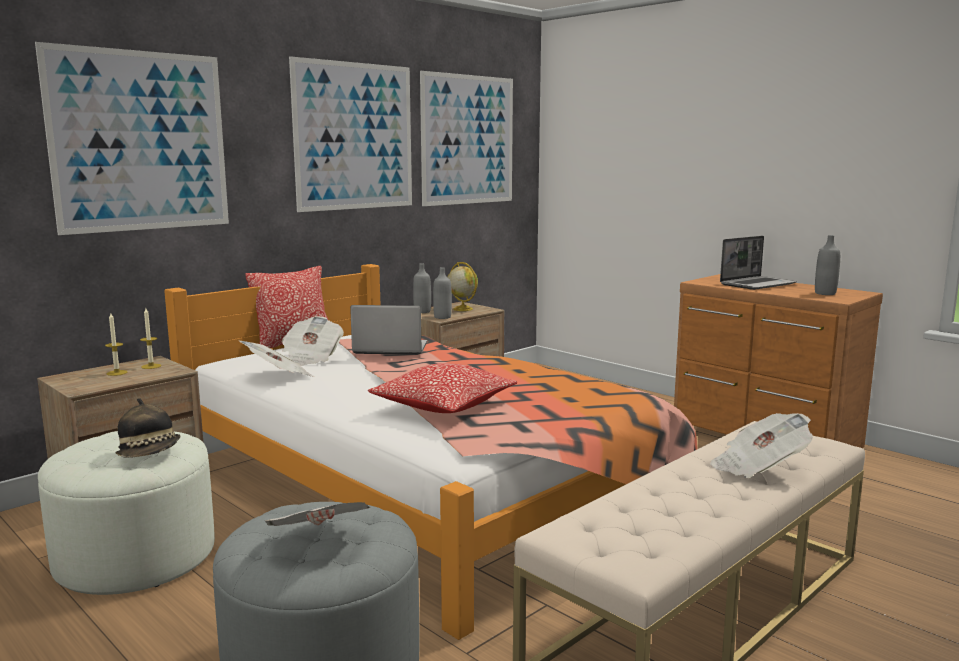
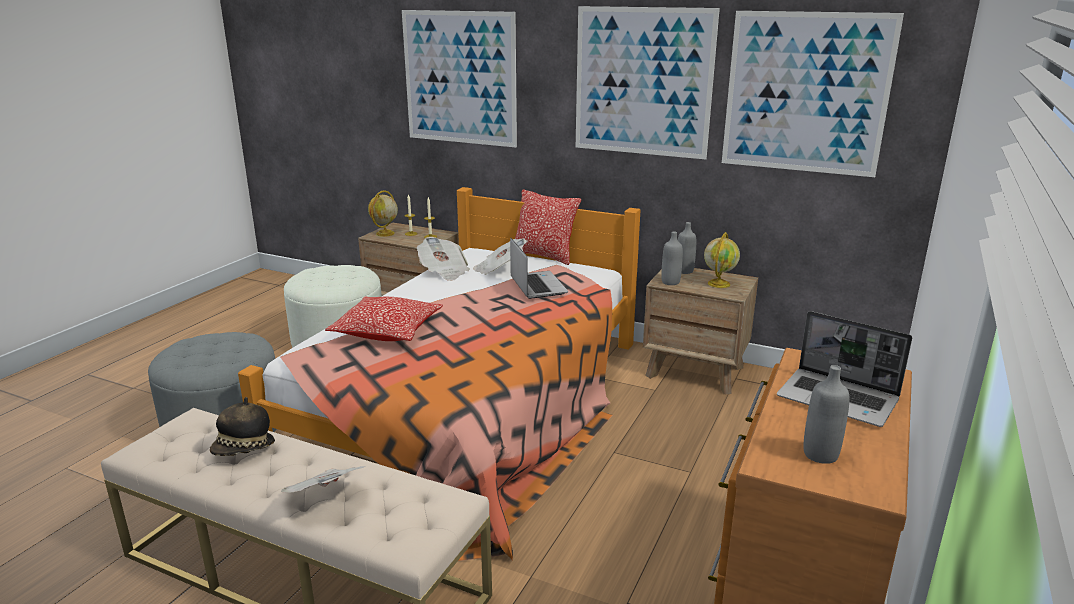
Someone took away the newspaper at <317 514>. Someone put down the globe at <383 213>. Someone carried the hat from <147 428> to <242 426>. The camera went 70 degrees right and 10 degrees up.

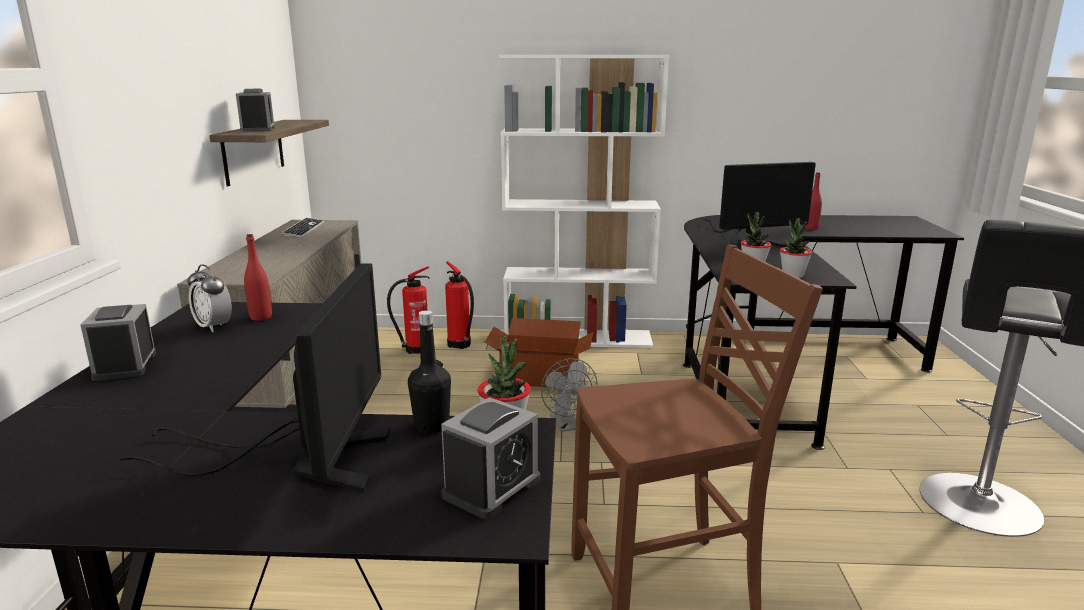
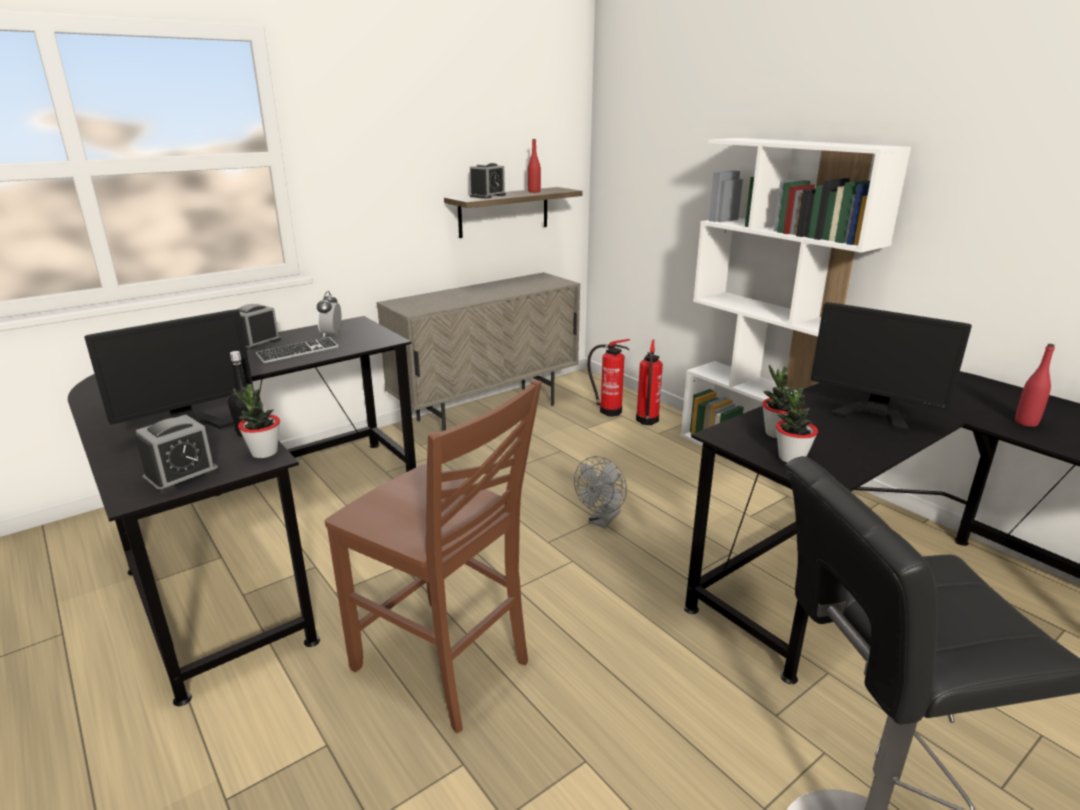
Someone took away the cardboard_box at <539 353>. Someone carried the red_bottle from <258 277> to <534 166>. Someone carried the keyboard from <303 227> to <297 350>. Someone rotated the alarm_clock at <490 458> by 45 degrees counterclockwise. The camera went 50 degrees right and 5 degrees up.

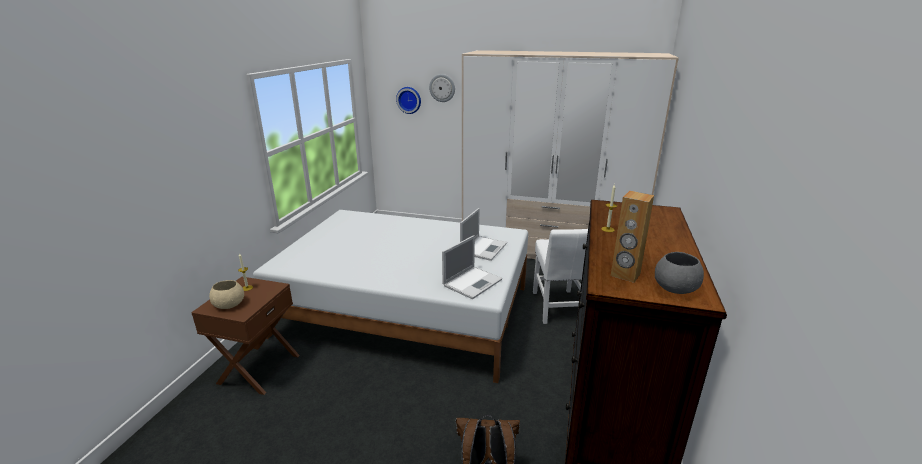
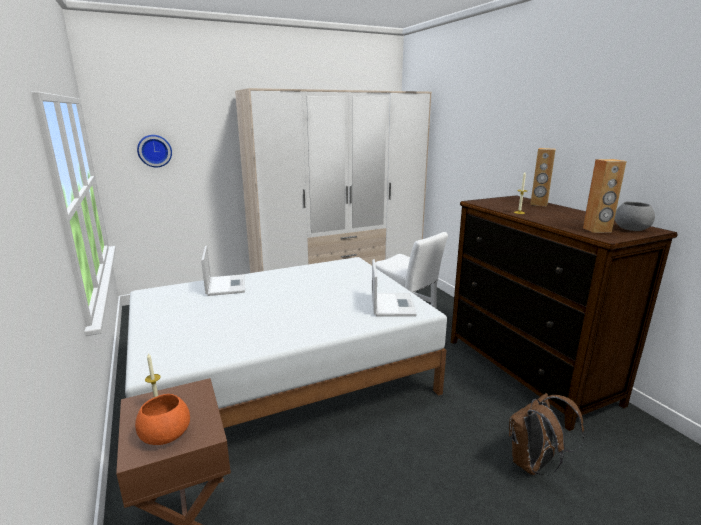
Someone took away the wall_clock at <442 88>. Someone put down the brown_speaker at <542 177>. Someone carried the laptop from <483 234> to <223 271>. Someone repainted the beige_bowl at <226 294>, which became the orange_bowl at <162 419>. The camera went 40 degrees left and 5 degrees down.

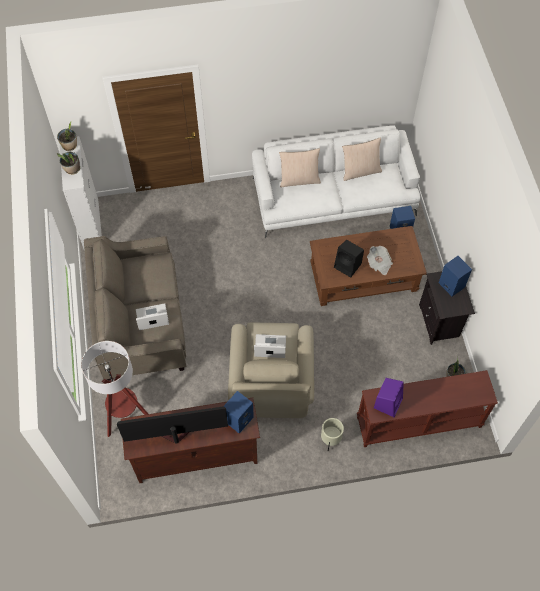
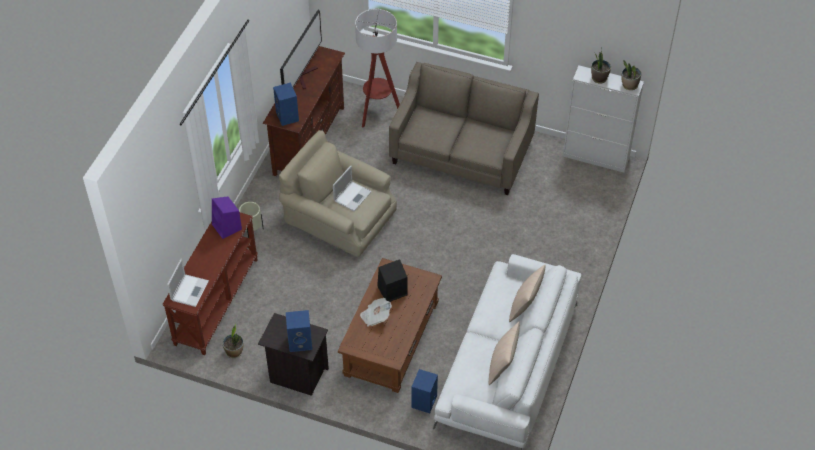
Someone carried the laptop from <152 316> to <188 283>. The camera went 120 degrees right and 10 degrees down.

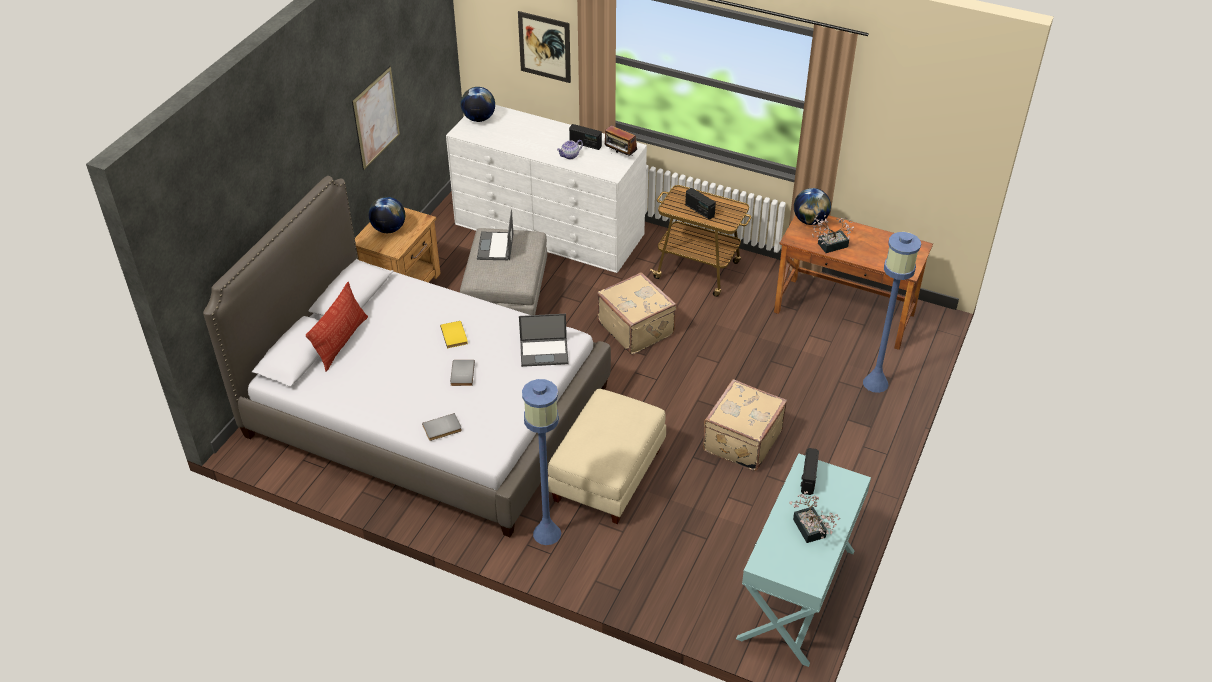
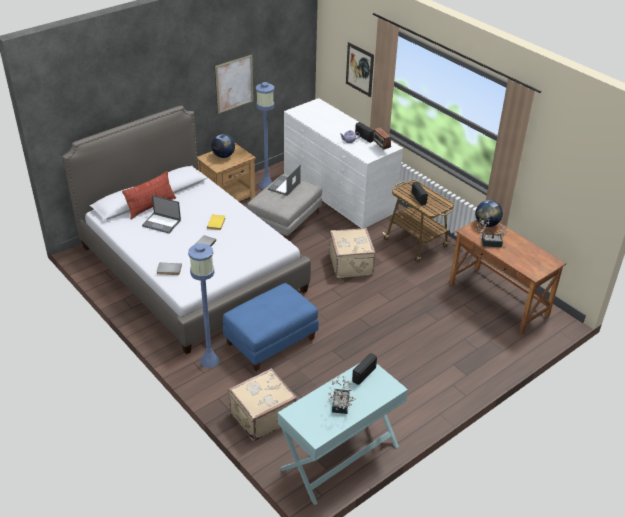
Someone took away the globe at <478 104>. Someone carried the laptop from <544 340> to <161 214>. Someone carried the beige_suitcase from <745 425> to <262 404>. Someone carried the blue_floor_lamp from <892 312> to <265 135>. Someone repainted the beige_ottoman at <607 456>, which became the blue_ottoman at <271 327>. The camera went 25 degrees right and 5 degrees down.

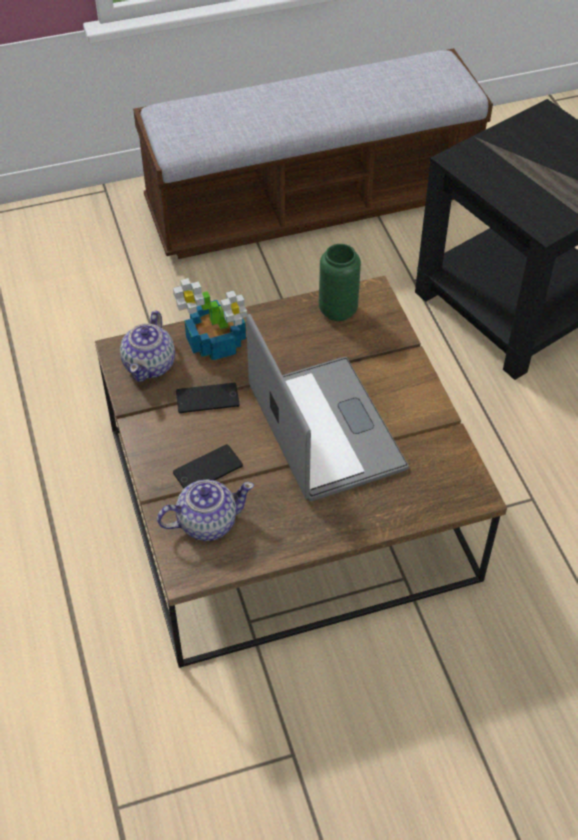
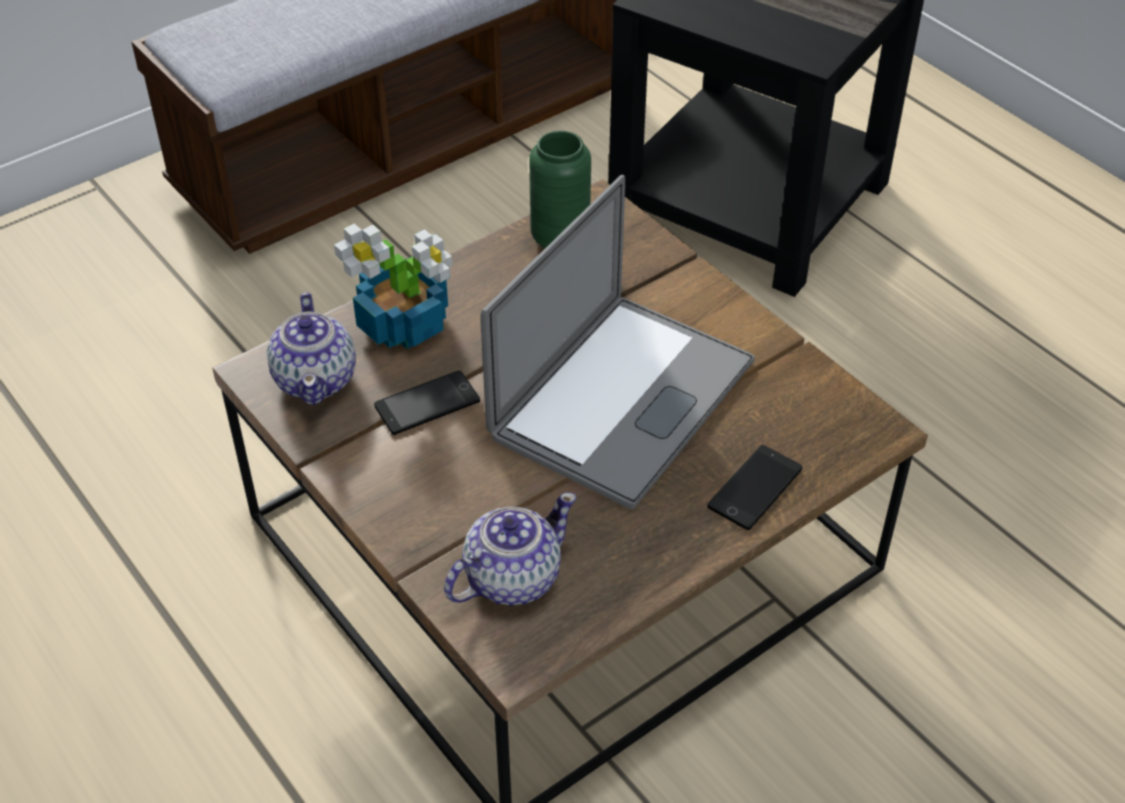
Someone carried the phone from <208 466> to <754 487>. Someone rotated the laptop at <327 407> by 75 degrees clockwise. The camera went 20 degrees left and 5 degrees down.

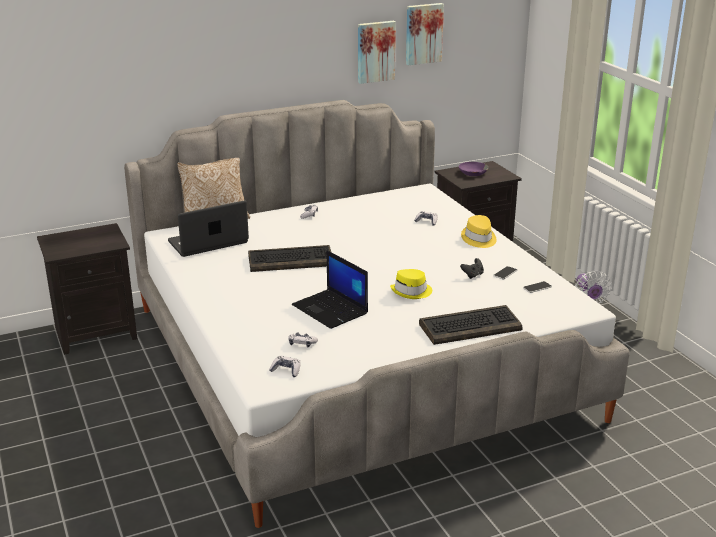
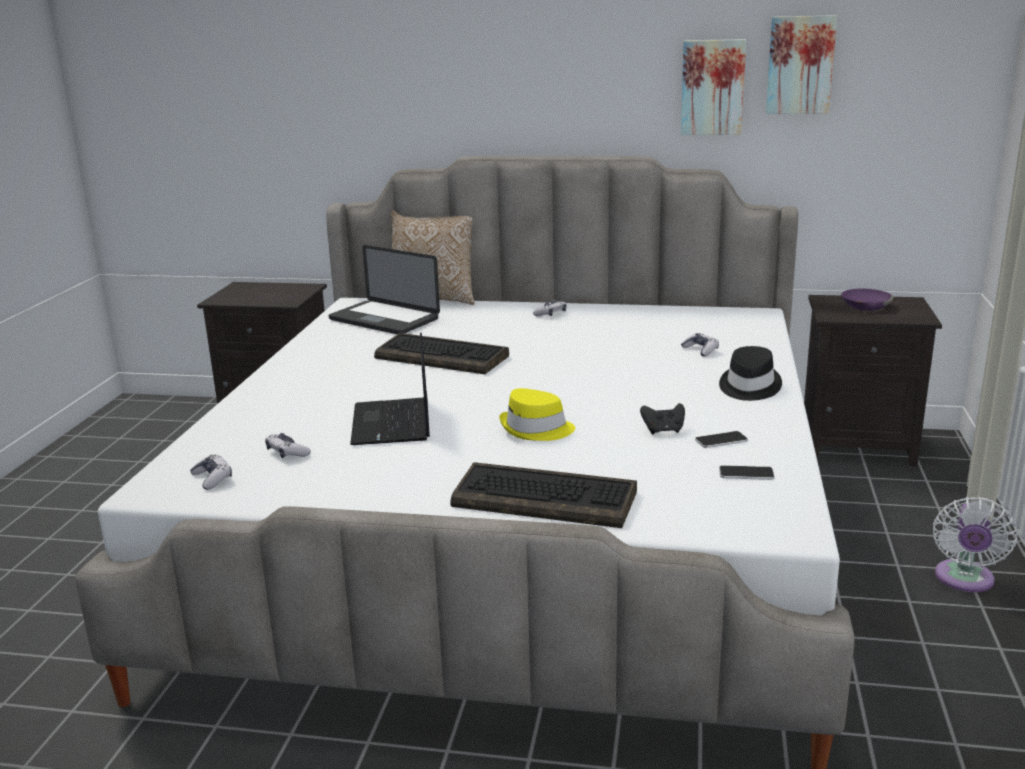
Someone repainted the yellow_hat at <479 231>, which became the black_hat at <750 373>. Someone rotated the laptop at <208 229> by 150 degrees counterclockwise. The camera went 35 degrees right and 5 degrees down.

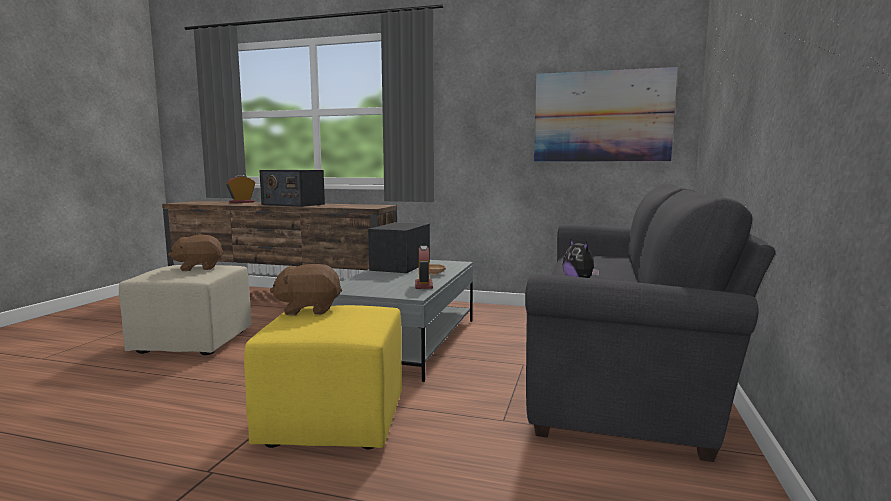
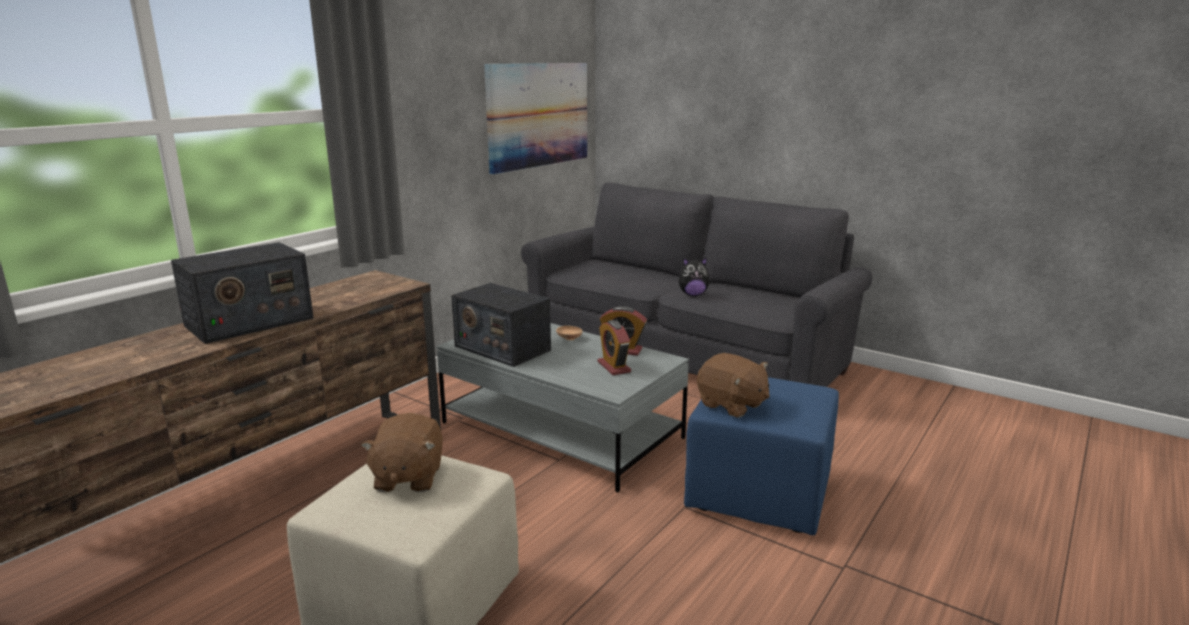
Someone carried the alarm_clock from <240 189> to <614 347>. Someone repainted the yellow_ottoman at <323 377>, which became the blue_ottoman at <761 456>. Someone rotated the brown_plush_toy at <306 289> by 60 degrees counterclockwise. The camera went 70 degrees left and 10 degrees up.

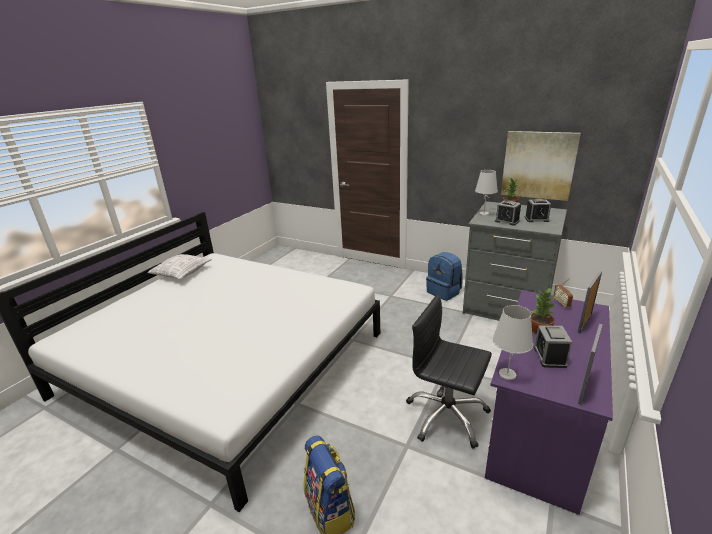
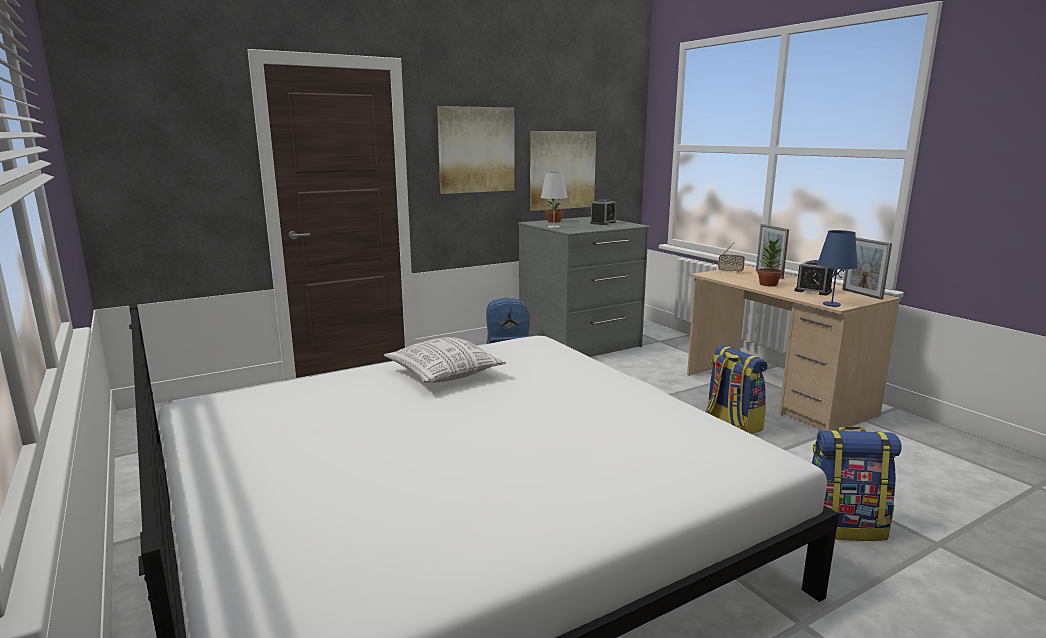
Someone took away the alarm_clock at <508 213>. Someone put up the picture at <476 150>. Someone carried the pillow from <179 266> to <445 360>. Someone swapped the black_office_chair at <449 372> for the backpack at <737 389>. Someone repainted the purple_desk at <549 402>, which became the beige_desk at <794 348>. Someone repainted the white_table_lamp at <512 342>, which became the blue_table_lamp at <837 268>. The camera went 60 degrees left and 10 degrees down.

